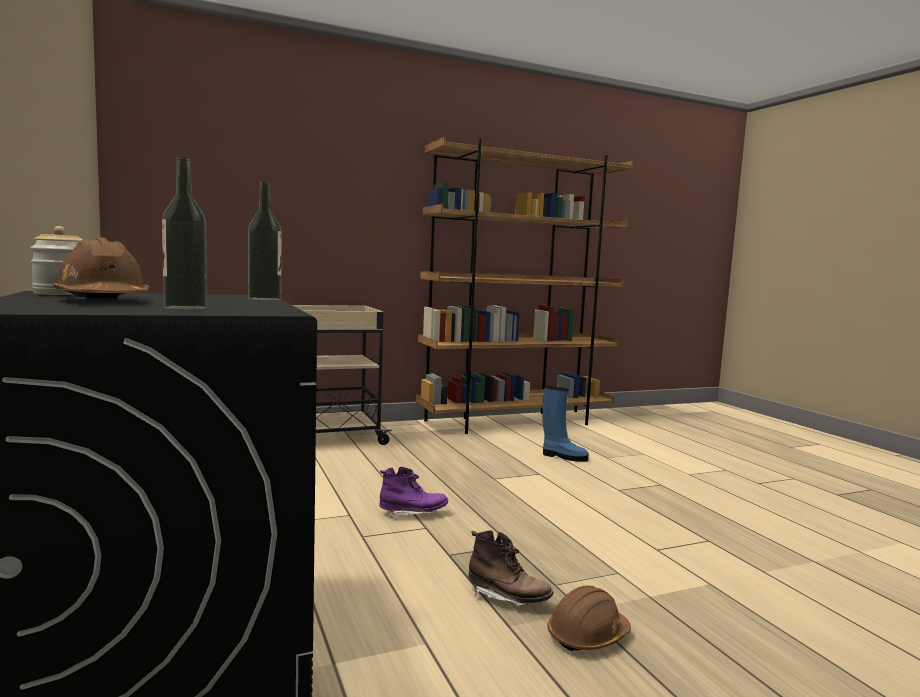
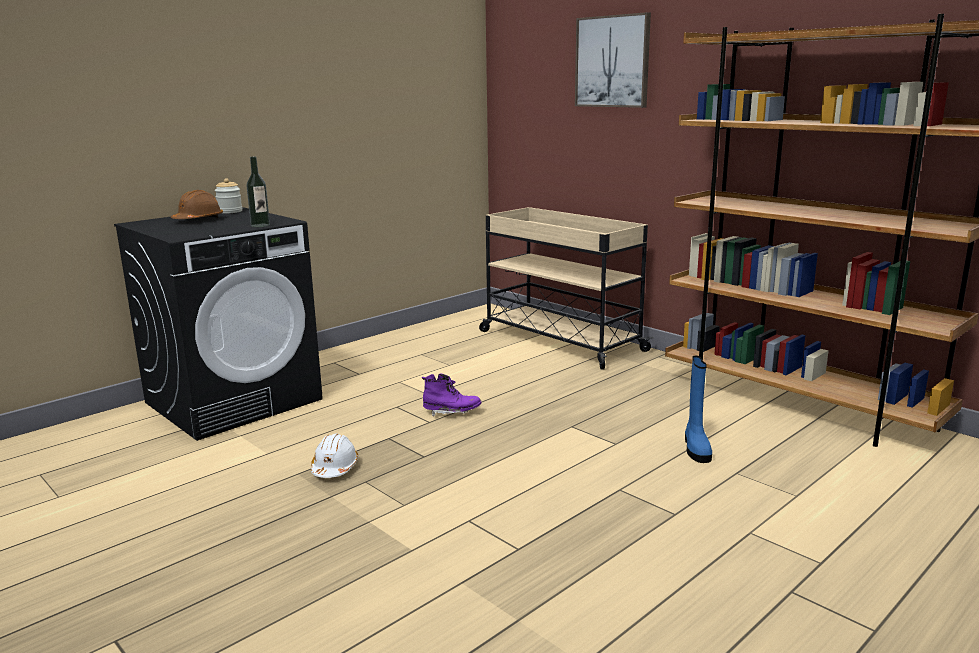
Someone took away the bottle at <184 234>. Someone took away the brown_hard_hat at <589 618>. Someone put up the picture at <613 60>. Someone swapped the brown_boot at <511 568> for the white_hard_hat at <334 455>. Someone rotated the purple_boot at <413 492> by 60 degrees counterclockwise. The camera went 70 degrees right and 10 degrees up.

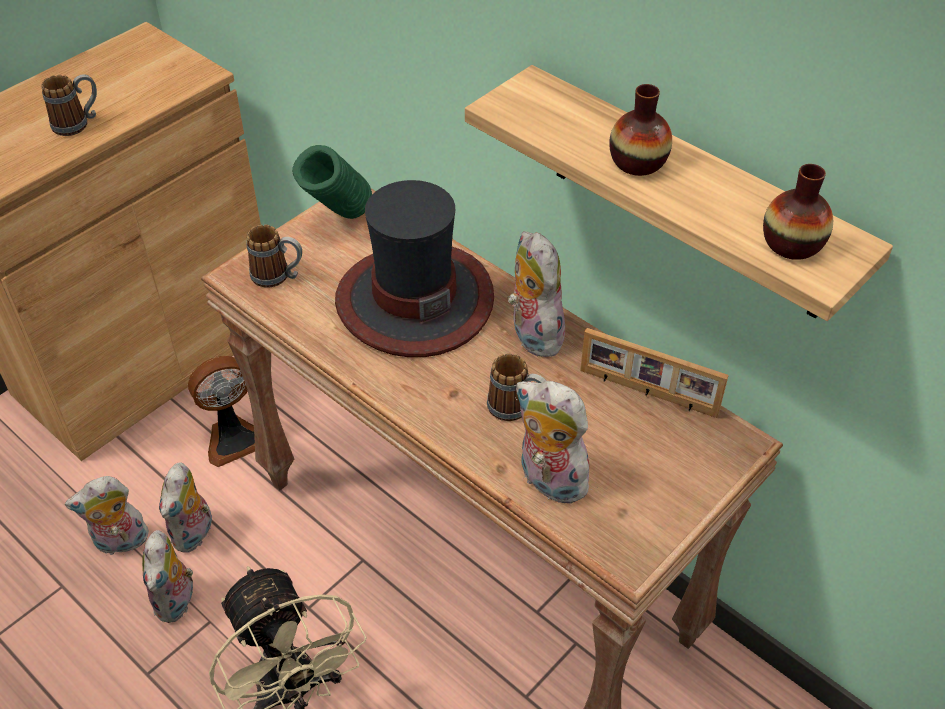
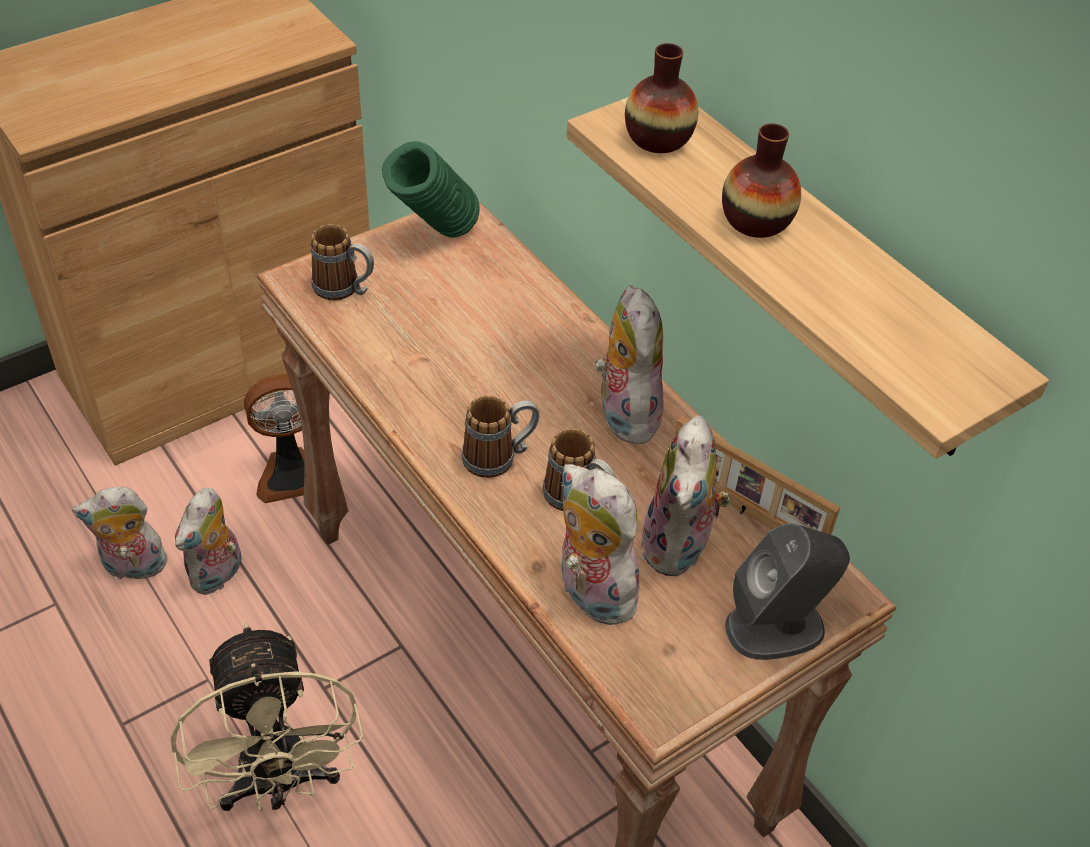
Someone took away the hat at <414 268>. Someone put down the grey_speaker at <787 591>. Someone carried the mug from <69 105> to <500 436>. Someone carried the plush_toy from <169 576> to <685 496>. Someone carried the vase from <798 212> to <661 98>. The camera went 10 degrees right and 0 degrees up.

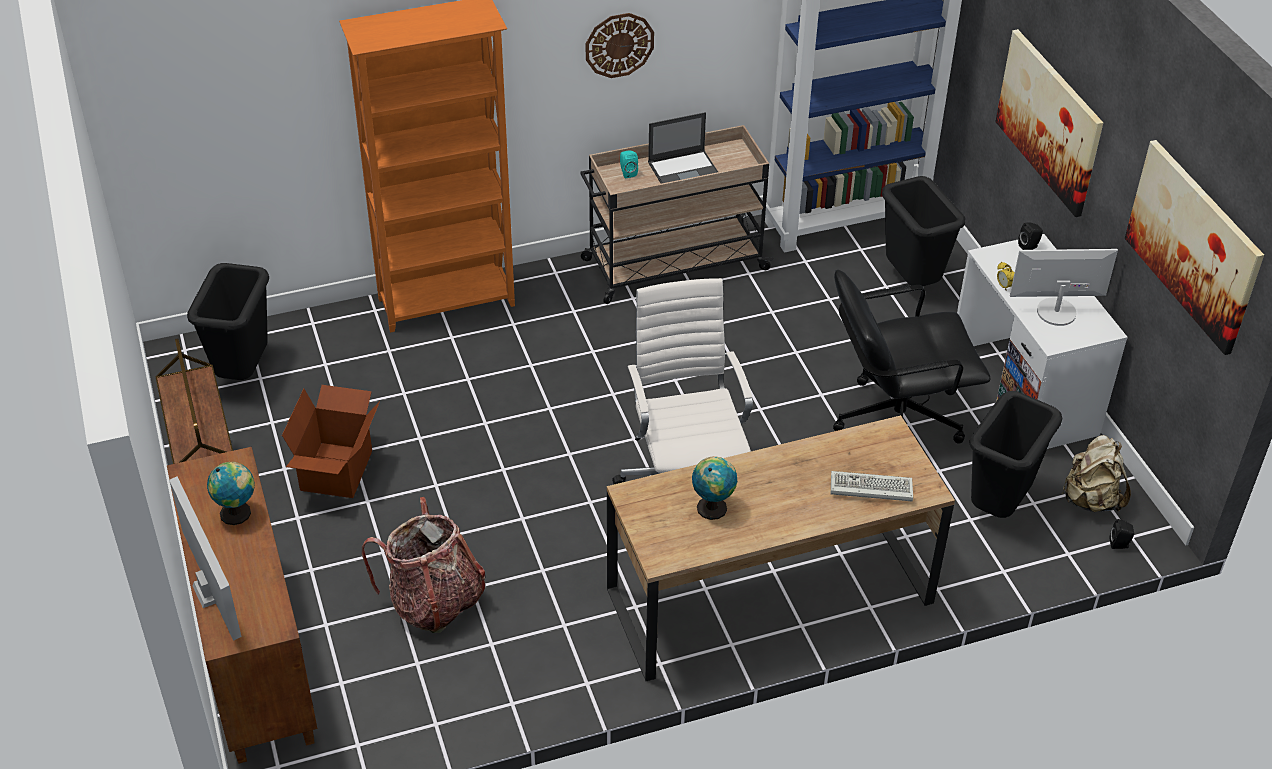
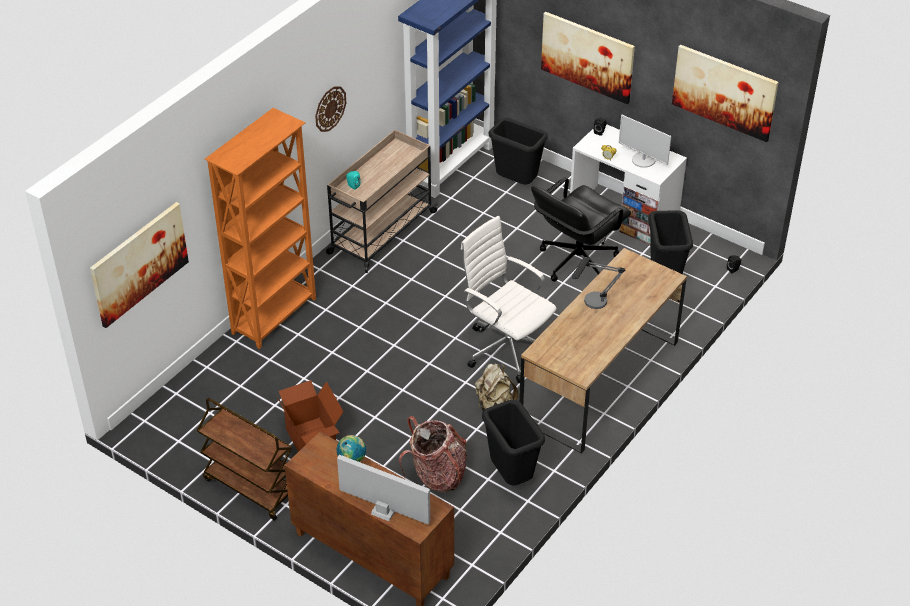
Someone took away the laptop at <683 148>. Someone took away the globe at <714 488>. Someone took away the keyboard at <872 486>. Someone put up the picture at <139 265>. Someone put down the table_lamp at <599 283>. Someone carried the black_trash_can from <228 321> to <513 443>. Someone carried the beige_backpack from <1096 473> to <497 387>. Someone rotated the monitor at <1064 287> by 105 degrees counterclockwise. The camera went 35 degrees left and 0 degrees up.

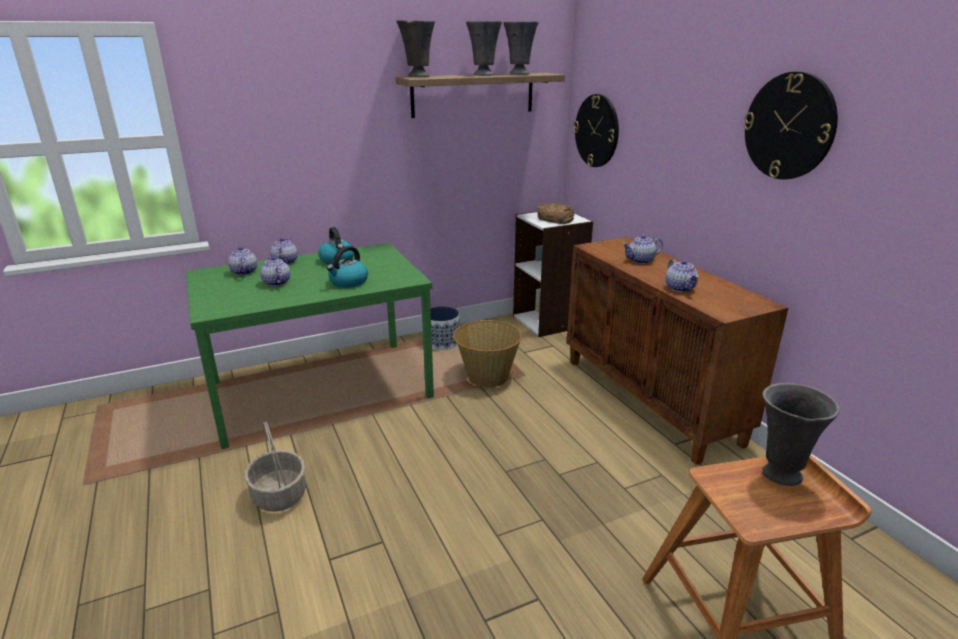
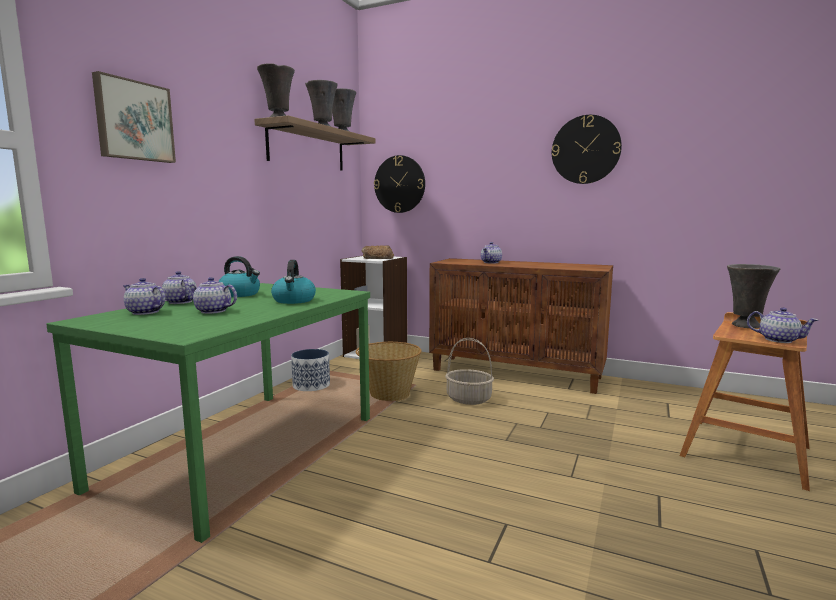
Someone put up the picture at <134 117>. Someone carried the basket from <275 466> to <469 371>. Someone carried the teapot from <682 275> to <782 325>. The camera went 40 degrees left and 15 degrees down.

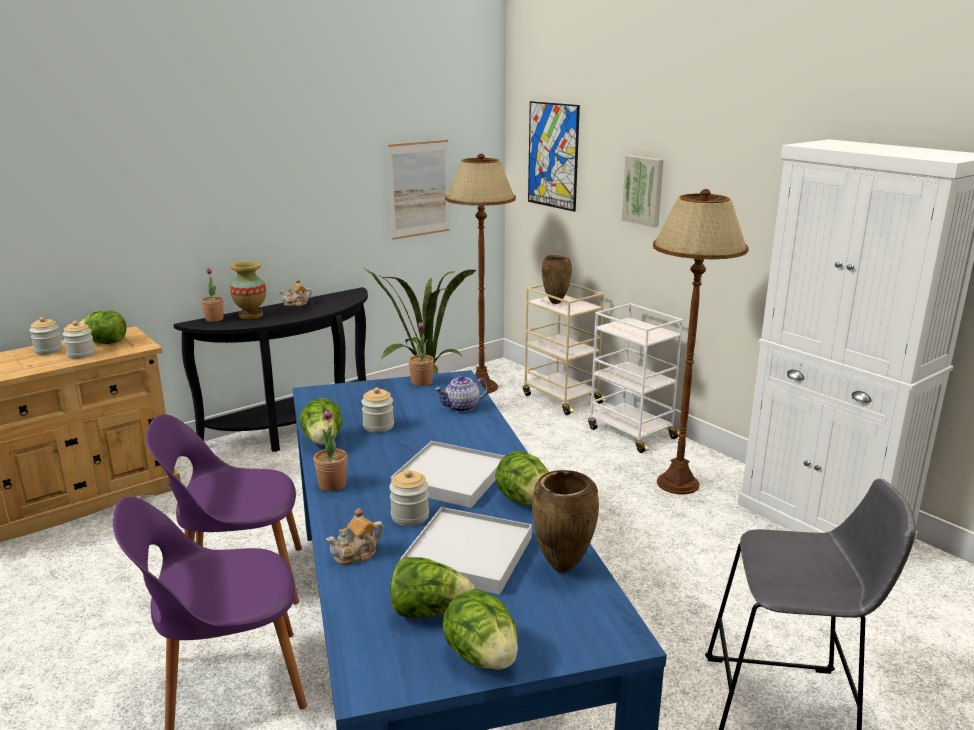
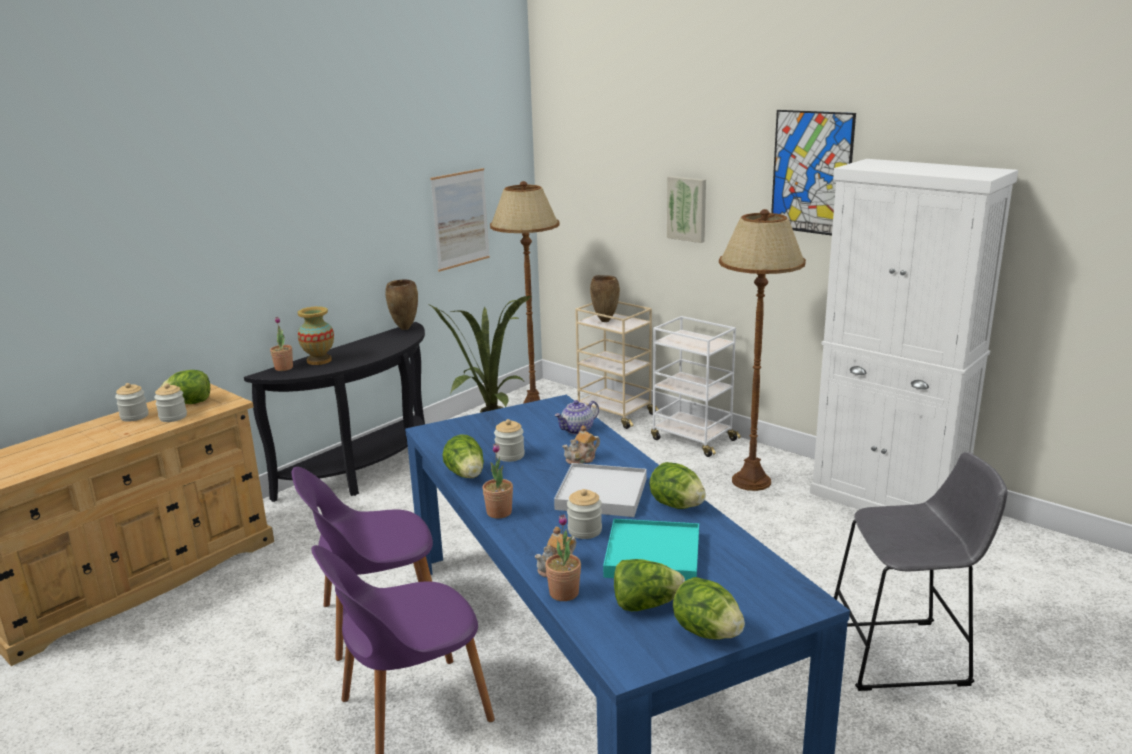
Someone carried the teapot from <295 292> to <581 444>. Someone carried the potted_plant from <421 354> to <563 557>. Someone carried the picture from <554 156> to <813 173>. Someone carried the brown_vase from <565 521> to <401 305>. Someone repainted the white_tray at <466 551>, which became the turquoise_tray at <651 550>. The camera went 10 degrees left and 0 degrees up.

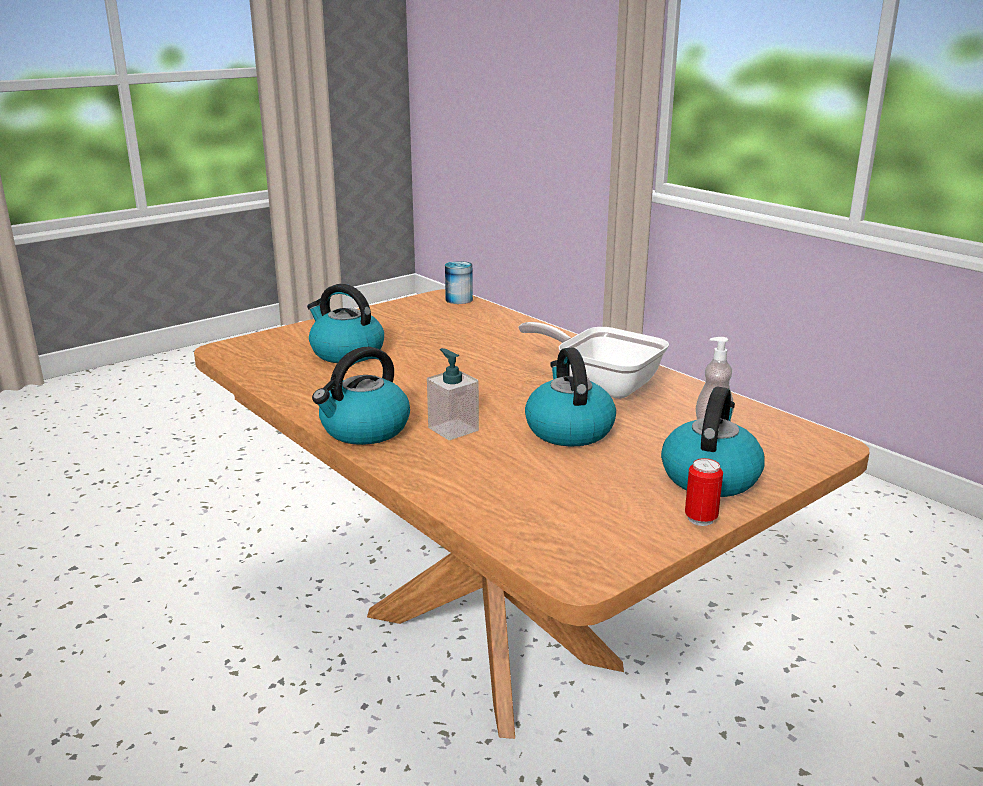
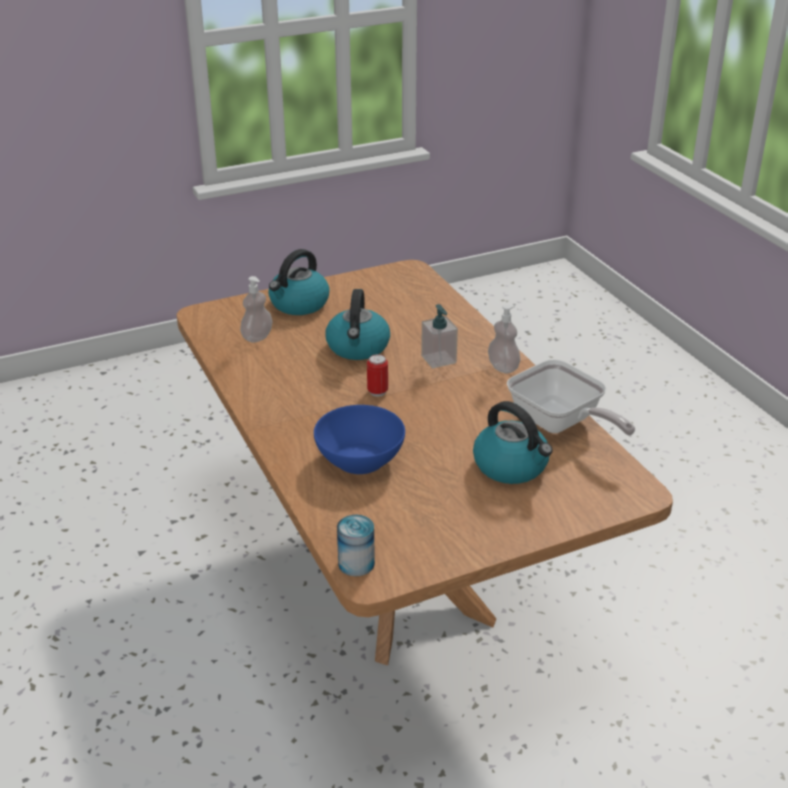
Someone put down the blue_bowl at <359 439>. Someone carried the frying_pan from <593 360> to <571 397>. Someone carried the can from <704 492> to <377 375>. Someone swapped the kettle at <361 396> for the soap_dispenser at <504 339>. The camera went 165 degrees left and 10 degrees up.

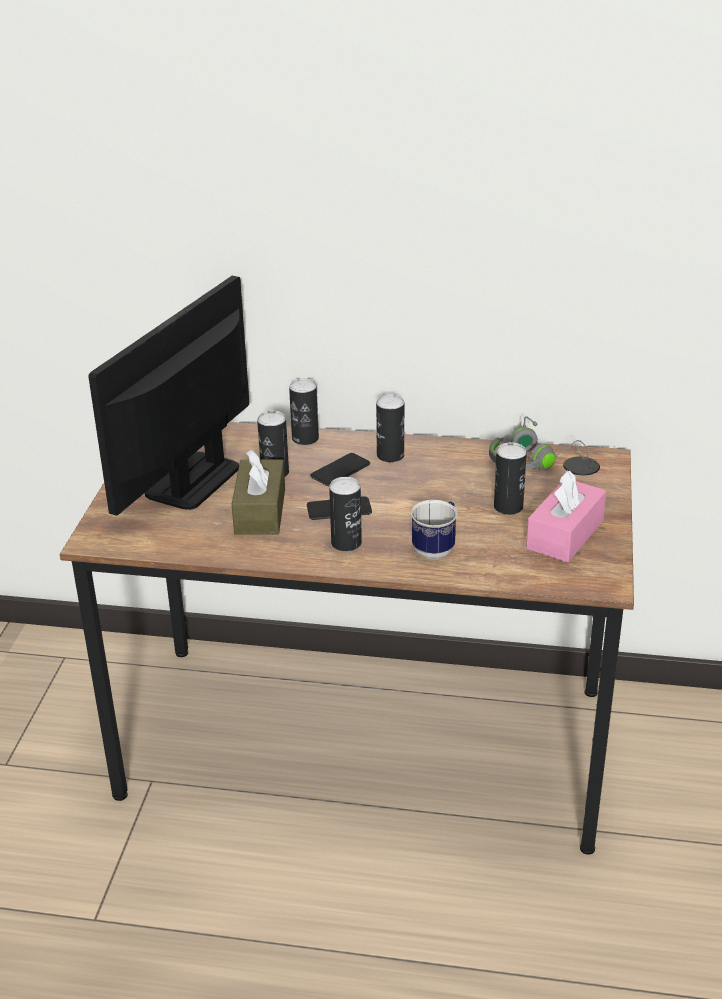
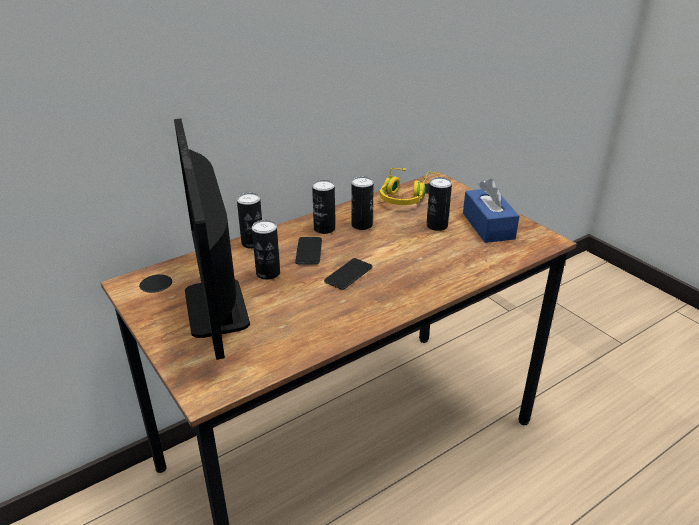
Someone took away the brown_tissue_box at <258 492>. Someone took away the mug at <434 529>. Someone carried the can from <345 514> to <362 203>. Someone repainted the grey_headphones at <538 443>, which became the yellow_headphones at <409 186>. Someone repainted the pink_tissue_box at <566 516>, which became the blue_tissue_box at <491 211>. The camera went 45 degrees left and 0 degrees up.

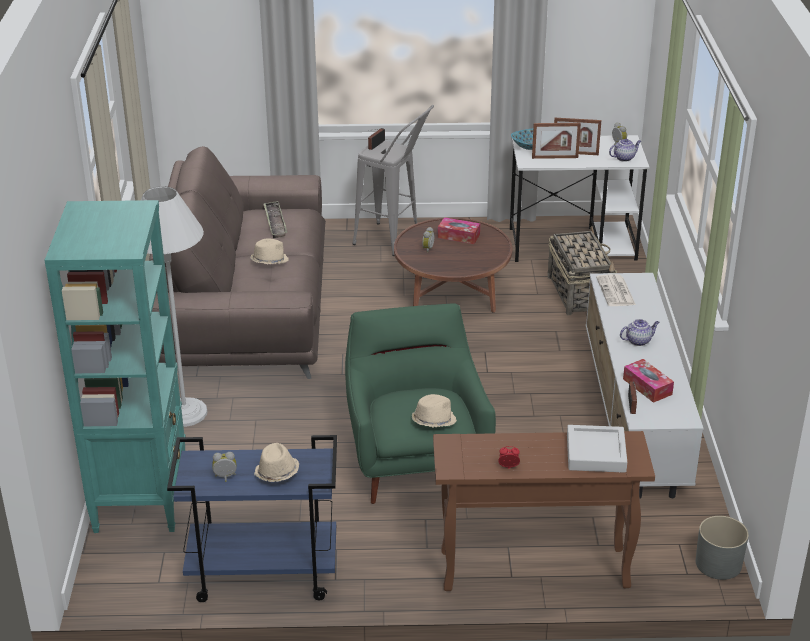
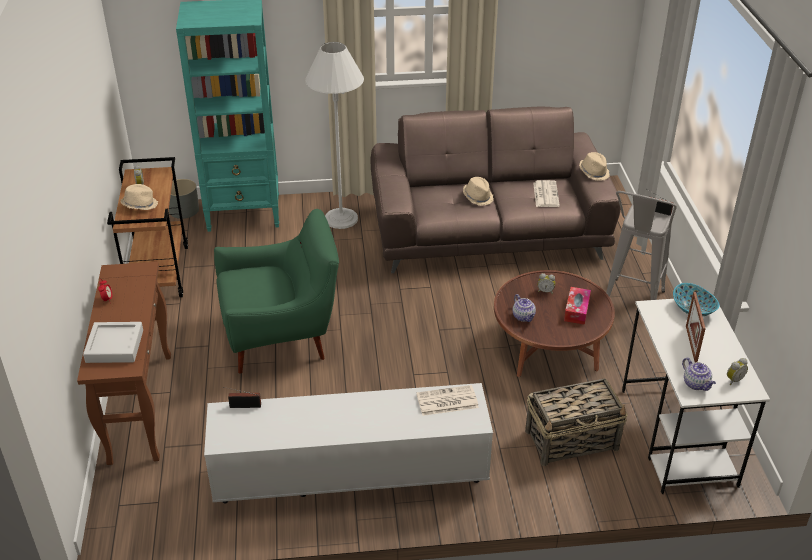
Someone took away the picture_frame at <556 141>. Someone took away the tissue_box at <648 381>. Someone carried the beige_hat from <434 411> to <594 166>. Someone carried the teapot from <640 332> to <524 308>. Someone carried the grey_planter from <722 548> to <184 199>. Someone swapped the tray at <275 219> for the newspaper at <546 193>. Someone repainted the blue_cart at <252 518>, which became the brown_cart at <147 227>. The camera went 85 degrees right and 5 degrees up.

